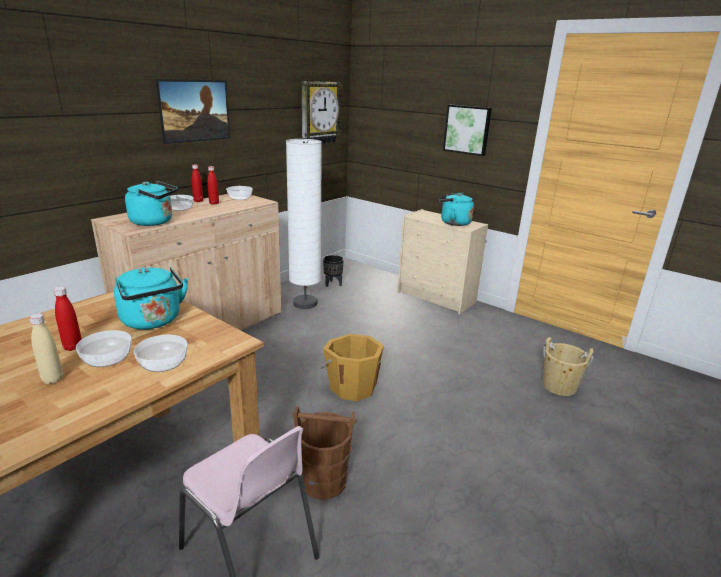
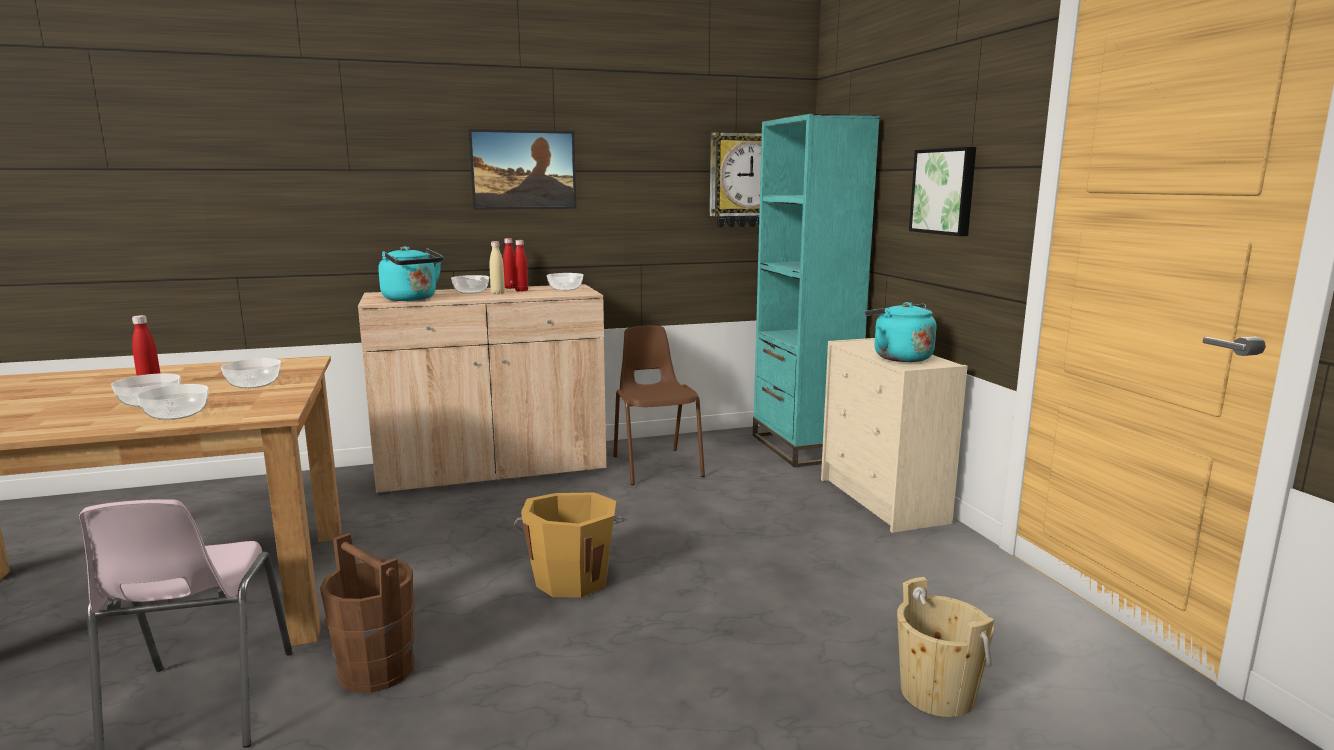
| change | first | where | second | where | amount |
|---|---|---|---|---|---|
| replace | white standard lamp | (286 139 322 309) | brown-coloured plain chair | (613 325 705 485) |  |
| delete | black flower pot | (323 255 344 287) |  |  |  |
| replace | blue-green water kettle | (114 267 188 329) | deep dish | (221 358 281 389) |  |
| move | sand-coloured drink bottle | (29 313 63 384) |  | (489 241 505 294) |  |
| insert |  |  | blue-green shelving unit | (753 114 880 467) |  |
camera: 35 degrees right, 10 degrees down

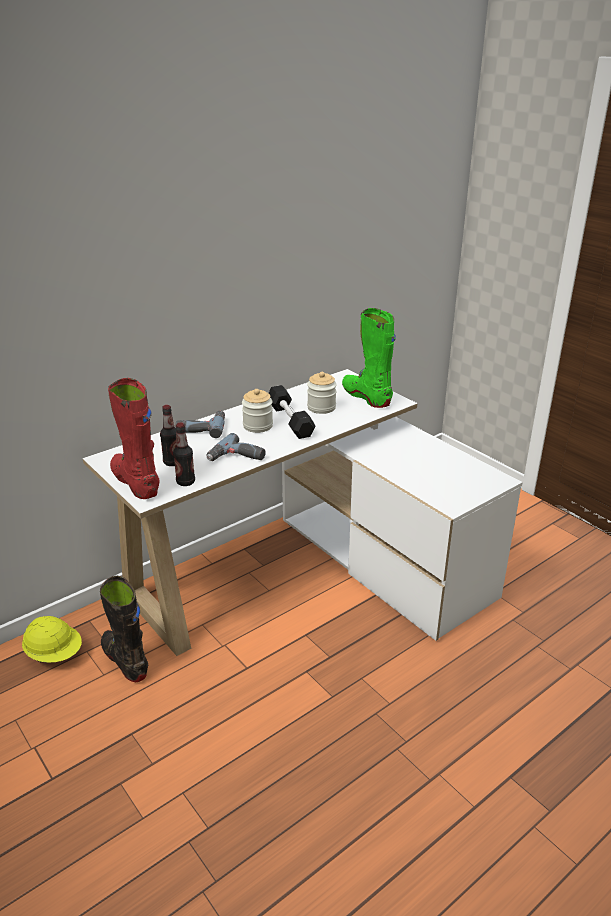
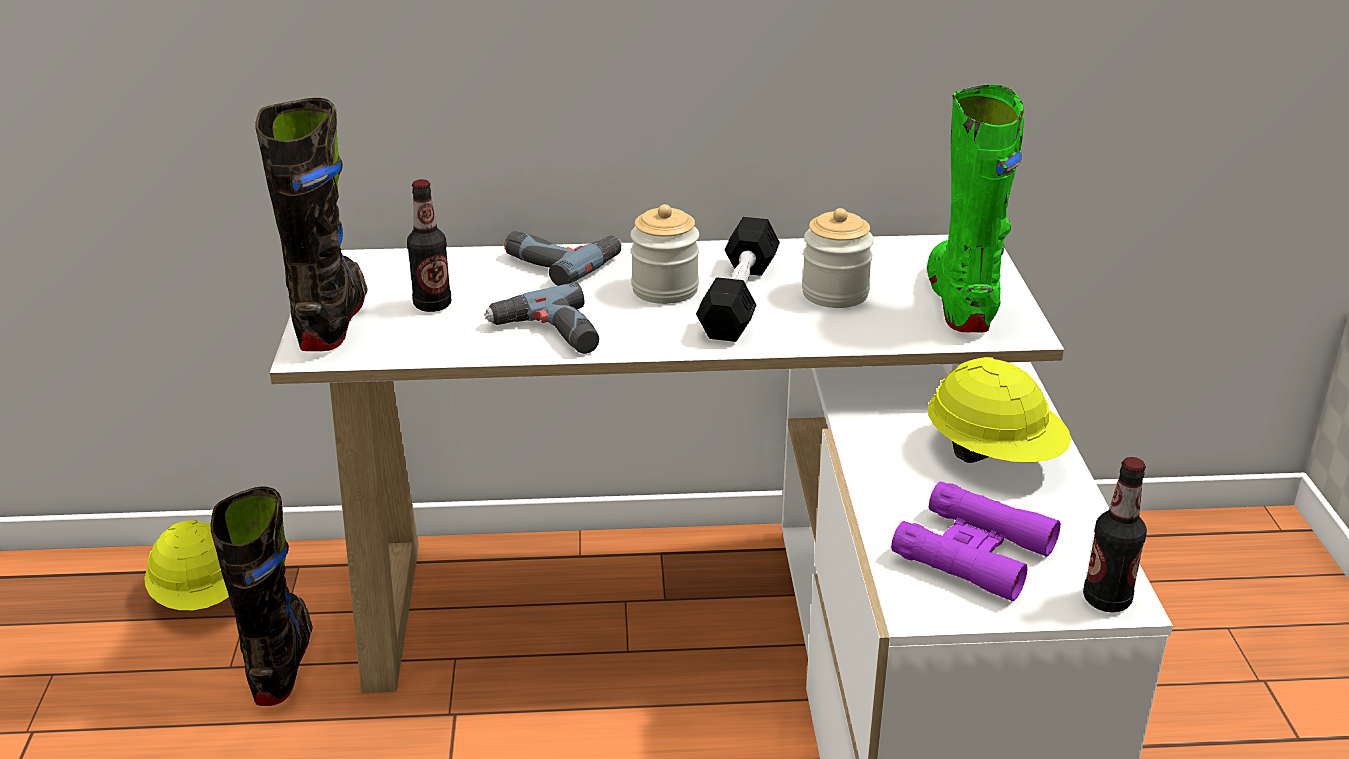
| change | first | where | second | where | amount |
|---|---|---|---|---|---|
| recolor | red tall boot | (108 378 160 499) | black tall boot | (255 98 368 351) |  |
| move | drink bottle | (173 423 195 486) |  | (1083 457 1147 612) |  |
| insert |  |  | yellow safety helmet | (928 357 1071 463) |  |
| insert |  |  | purple-coloured field glasses | (891 481 1061 601) |  |
camera: 35 degrees right, 0 degrees up

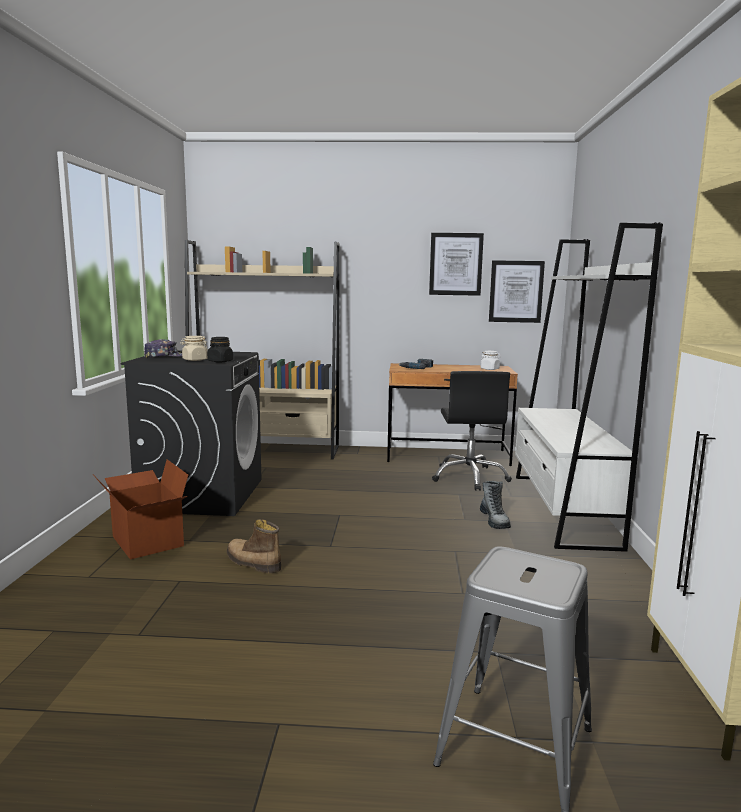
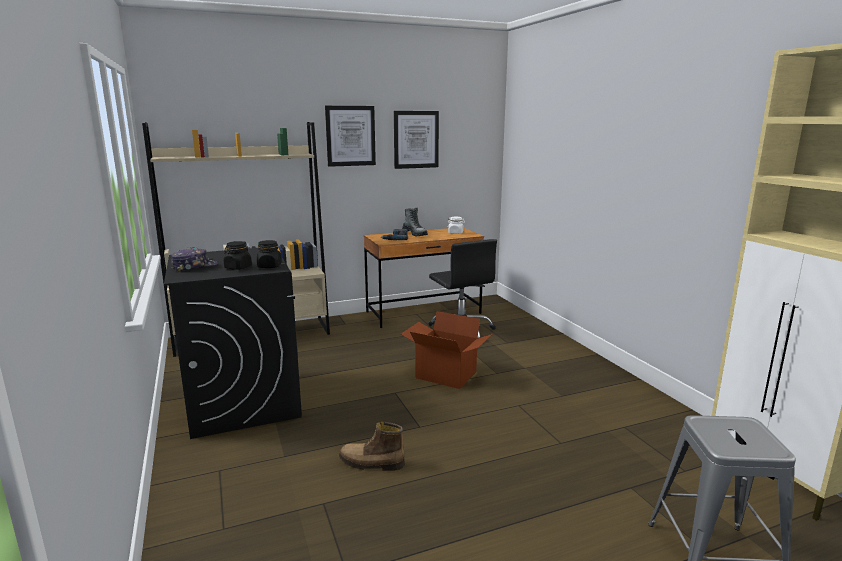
| change | first | where | second | where | amount |
|---|---|---|---|---|---|
| delete | white shelving unit | (515 223 663 552) |  |  |  |
| move | wall art | (489 260 545 323) |  | (325 106 376 167) |  |
| recolor | sand-coloured storage jar | (180 336 208 361) | black storage jar | (223 241 252 270) |  |
| move | carton | (93 459 188 560) |  | (401 311 493 389) |  |
| move | tall boot | (480 481 511 529) |  | (402 208 428 236) |  |
camera: 25 degrees left, 5 degrees up

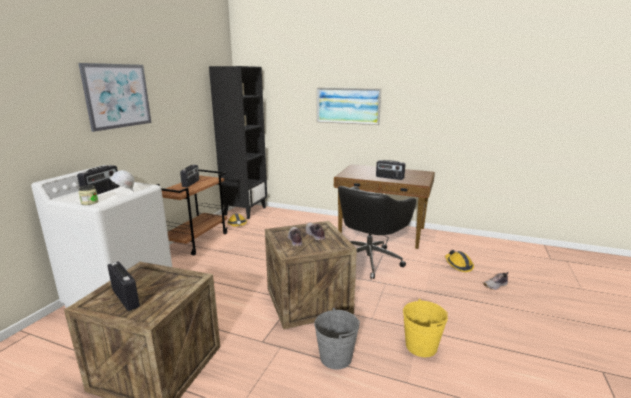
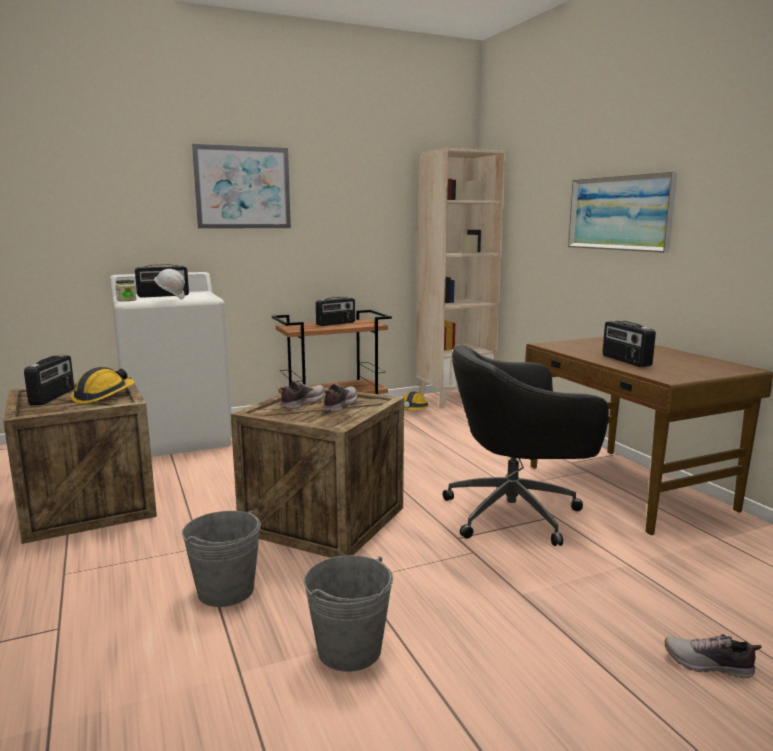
| change | first | where | second | where | amount |
|---|---|---|---|---|---|
| recolor | black shelving unit | (209 66 267 219) | sand-coloured shelving unit | (416 148 506 408) |  |
| move | safety helmet | (445 250 474 272) |  | (71 367 135 404) |  |
| recolor | yellow water bucket | (403 299 448 357) | greyish water bucket | (304 555 393 672) |  |
camera: 45 degrees right, 5 degrees down

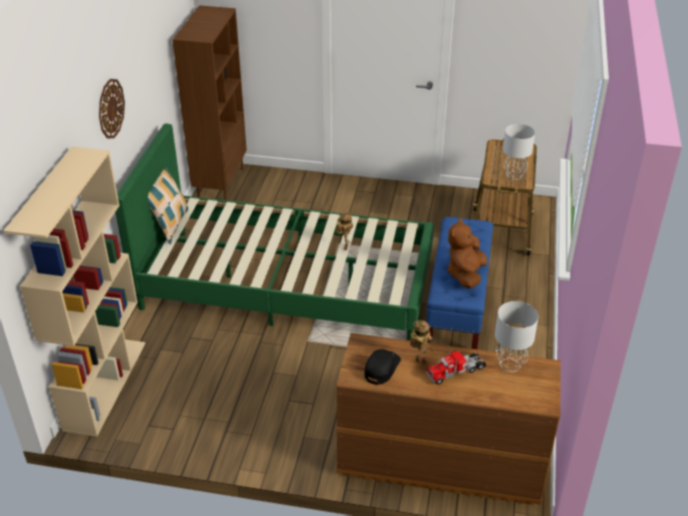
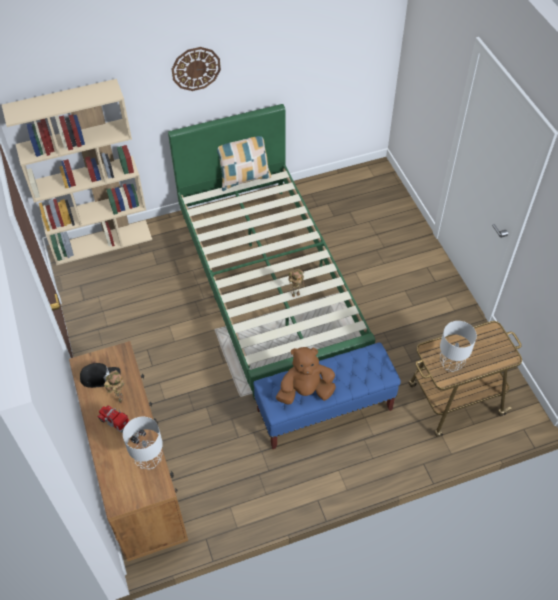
| change | first | where | second | where | amount |
|---|---|---|---|---|---|
| delete | brown-coloured shelving unit | (172 5 247 200) |  |  |  |
camera: 60 degrees right, 15 degrees up

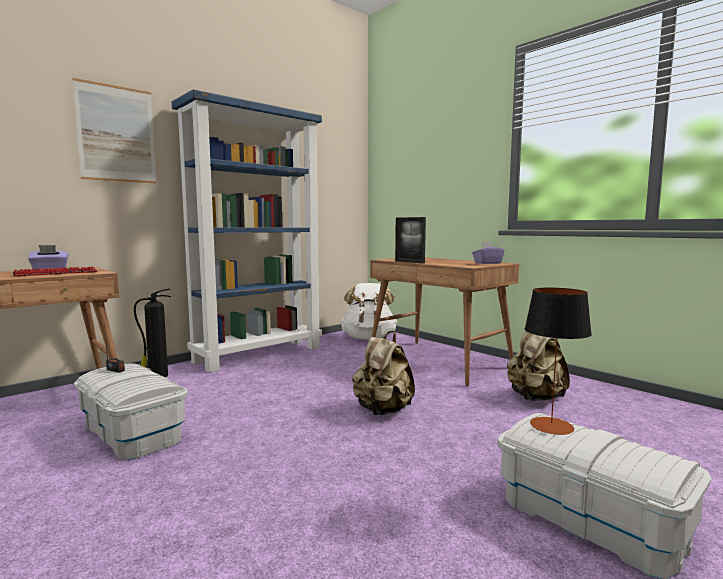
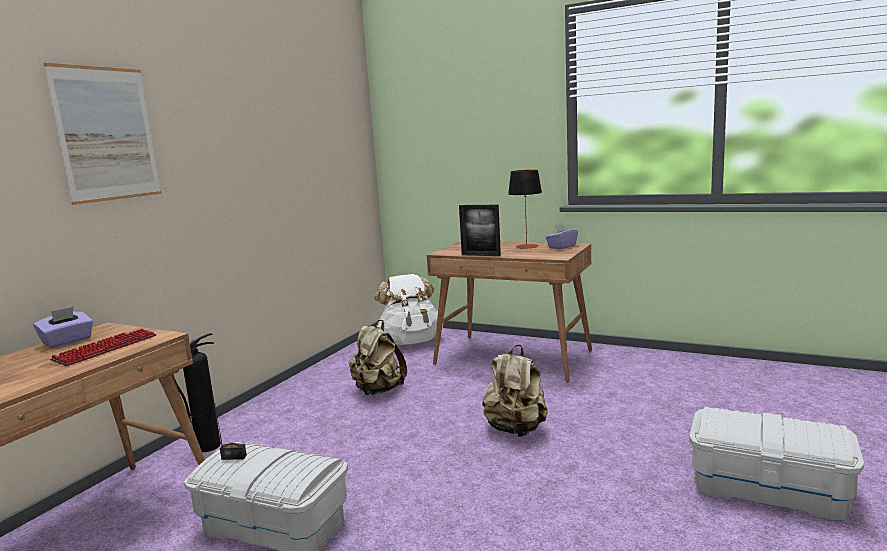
| change | first | where | second | where | amount |
|---|---|---|---|---|---|
| delete | bluish shelving unit | (172 89 322 373) |  |  |  |
| move | lamp for a table | (525 288 592 435) |  | (508 170 542 249) |  |
| move | sand-coloured rucksack | (507 331 570 401) |  | (349 320 407 395) |  |
camera: 20 degrees left, 5 degrees up

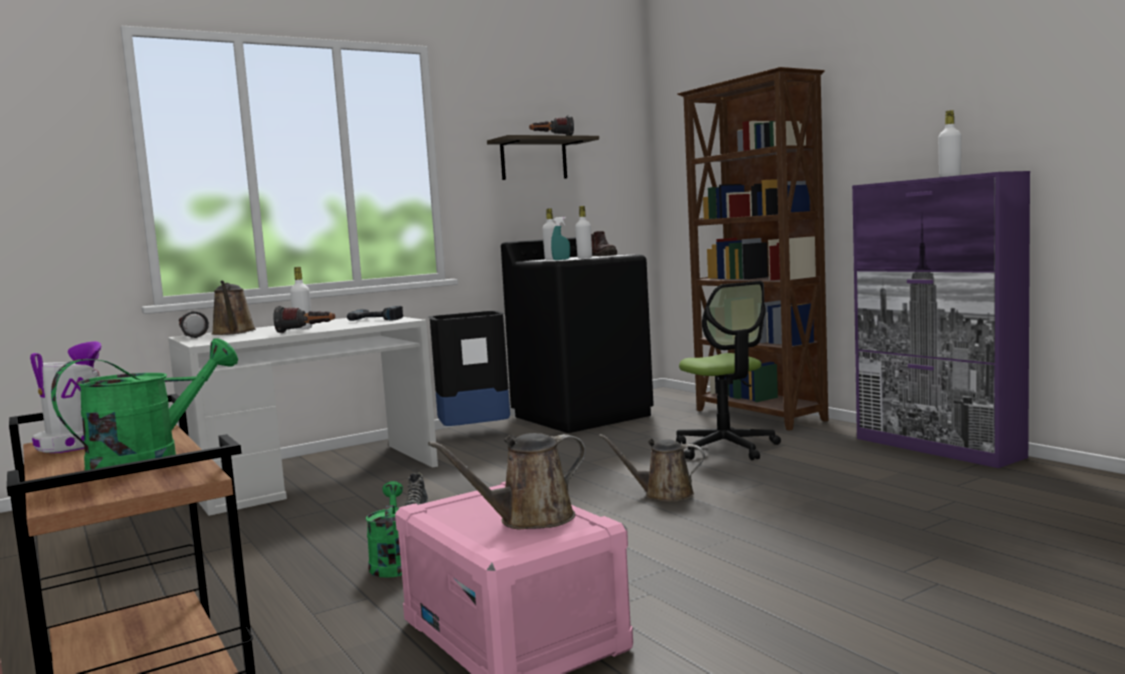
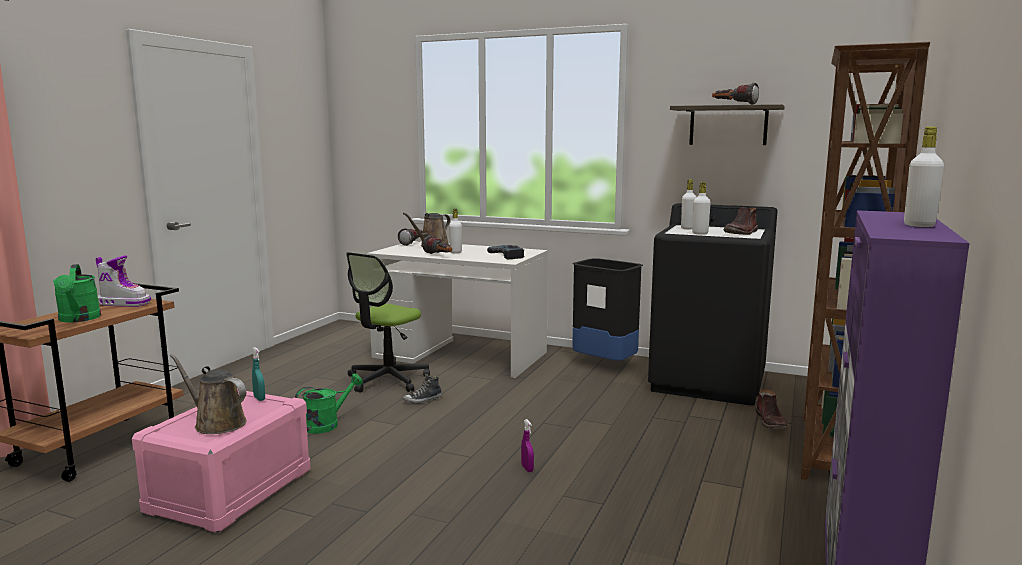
| change | first | where | second | where | amount |
|---|---|---|---|---|---|
| move | blue-green spray bottle | (551 217 570 260) |  | (252 347 265 401) |  |
| move | office chair | (676 281 781 460) |  | (346 252 430 393) |  |
| rotate | green sprinkling can | (51 338 238 471) |  | (53 264 101 322) | 60 degrees clockwise |
| replace | brown-coloured sprinkling can | (599 434 705 502) | purple-coloured spray bottle | (521 419 534 472) |  |
| insert |  |  | brown-coloured tall boot | (756 389 788 430) |  |
camera: 55 degrees right, 5 degrees up

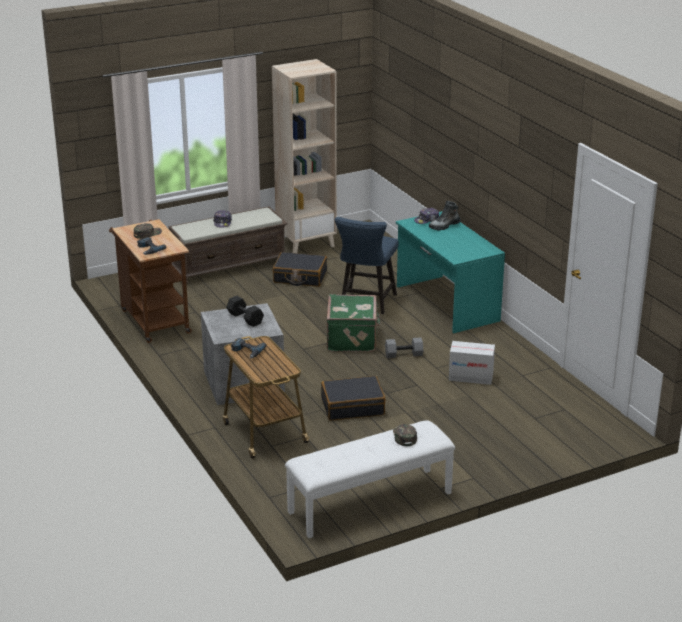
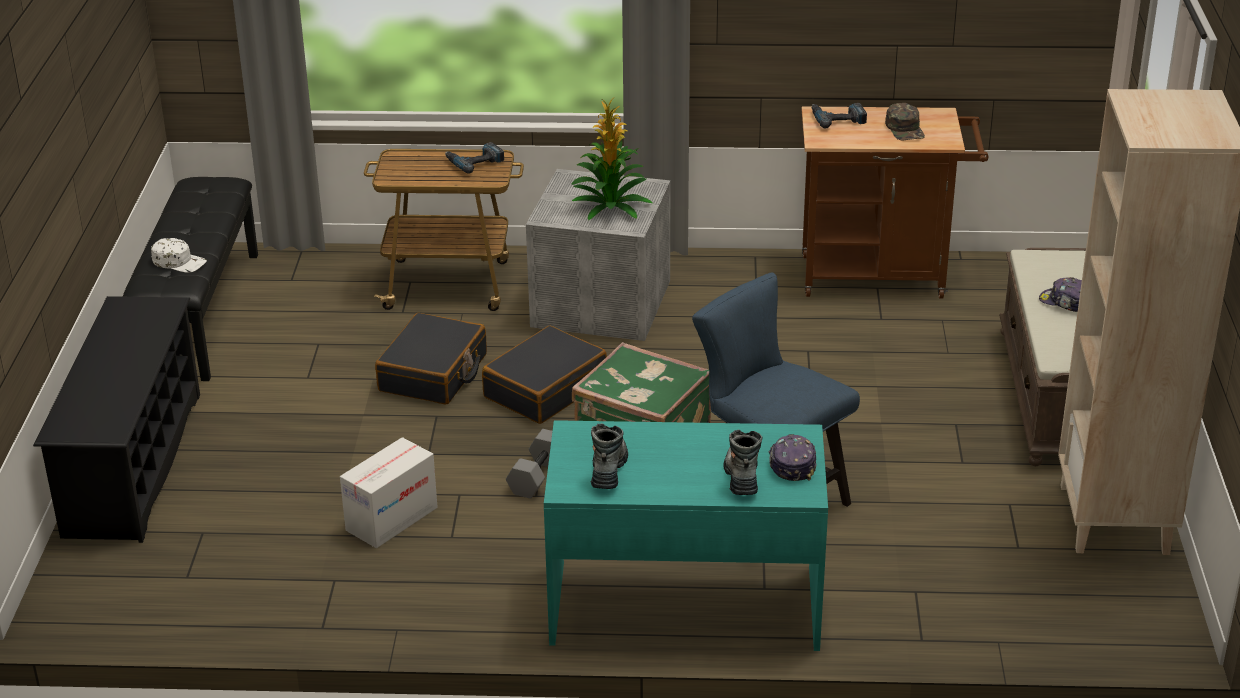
| change | first | where | second | where | amount |
|---|---|---|---|---|---|
| move | black travel case | (273 252 327 287) |  | (482 326 607 424) |  |
| replace | black free weight | (226 296 264 327) | potted plant | (571 98 652 220) |  |
| recolor | white bench | (285 420 455 538) | black bench | (123 177 258 381) |  |
| recolor | green baseball cap | (393 424 417 446) | white baseball cap | (151 238 207 273) |  |
| insert |  |  | black shoe stand | (33 296 200 543) |  |
| insert |  |  | tall boot | (590 423 628 489) |  |
camera: 120 degrees right, 5 degrees up

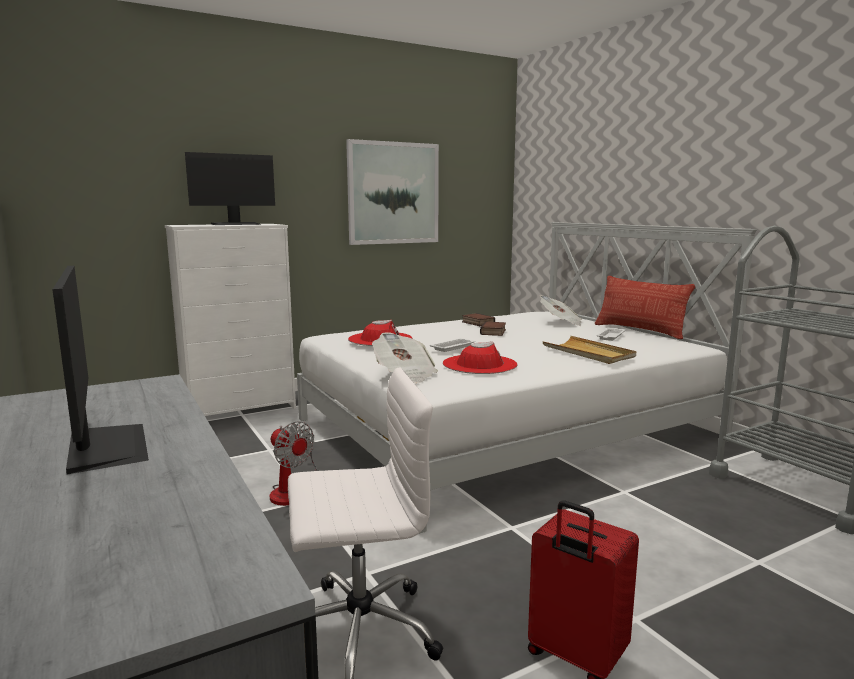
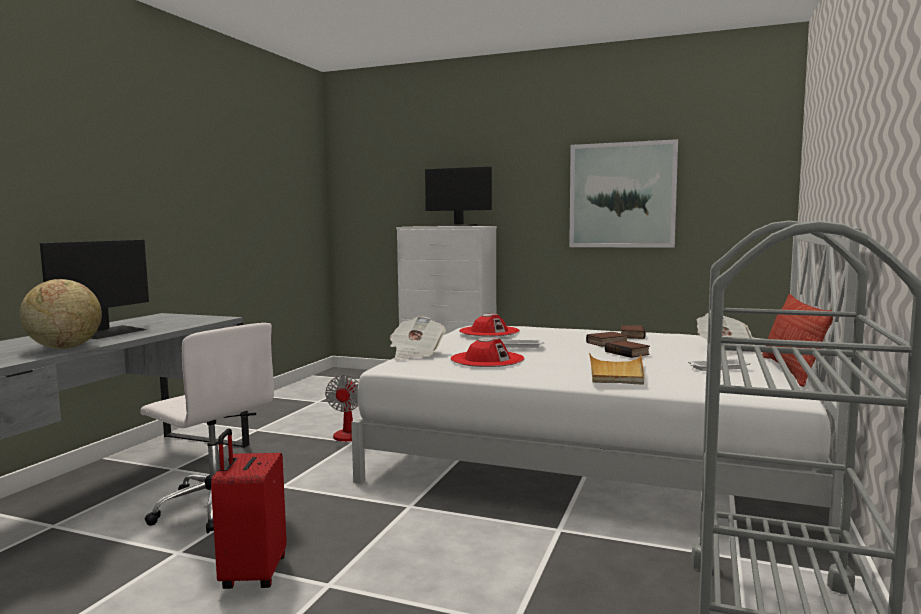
| change | first | where | second | where | amount |
|---|---|---|---|---|---|
| insert |  |  | desk globe | (20 279 102 349) |  |
| insert |  |  | volume | (605 340 650 358) |  |
camera: 50 degrees right, 5 degrees down

